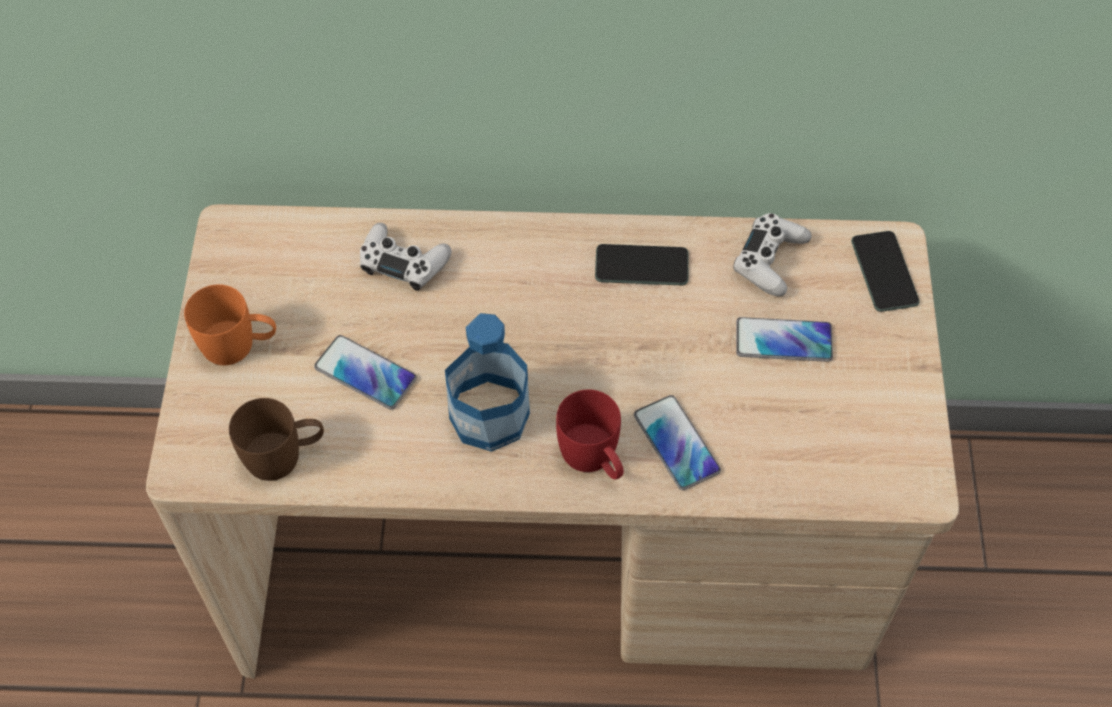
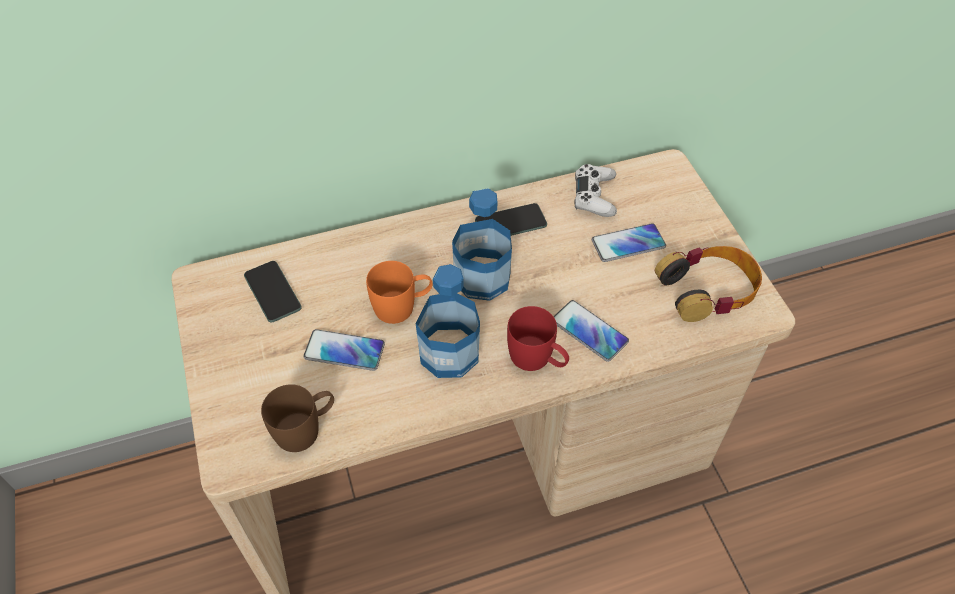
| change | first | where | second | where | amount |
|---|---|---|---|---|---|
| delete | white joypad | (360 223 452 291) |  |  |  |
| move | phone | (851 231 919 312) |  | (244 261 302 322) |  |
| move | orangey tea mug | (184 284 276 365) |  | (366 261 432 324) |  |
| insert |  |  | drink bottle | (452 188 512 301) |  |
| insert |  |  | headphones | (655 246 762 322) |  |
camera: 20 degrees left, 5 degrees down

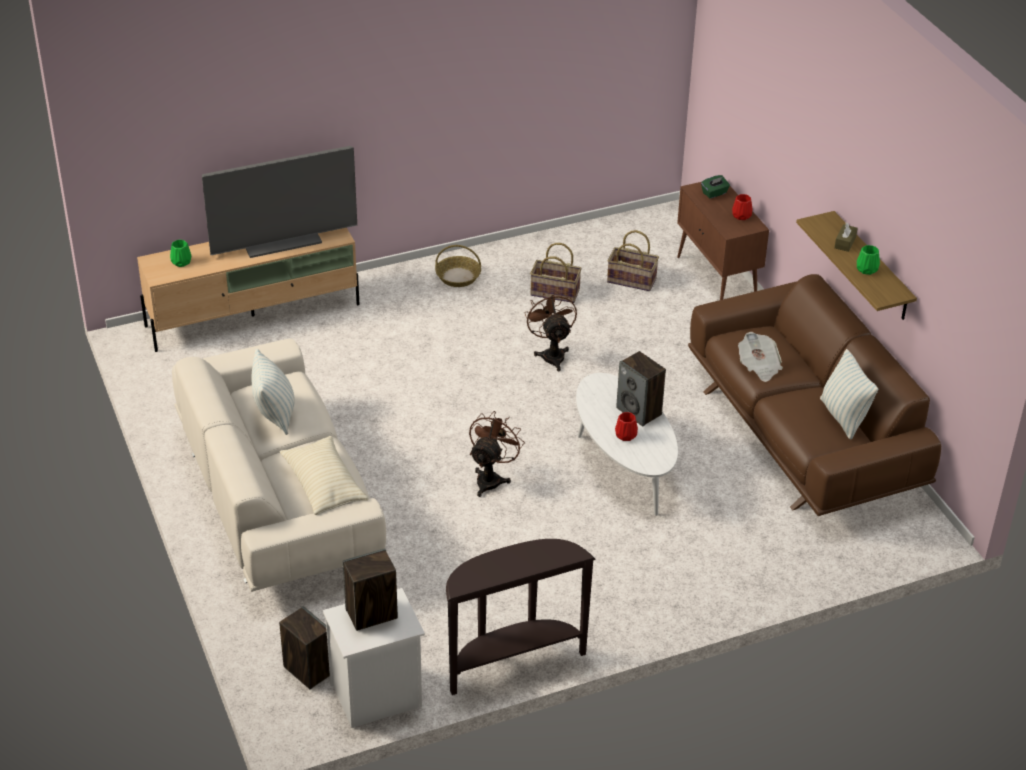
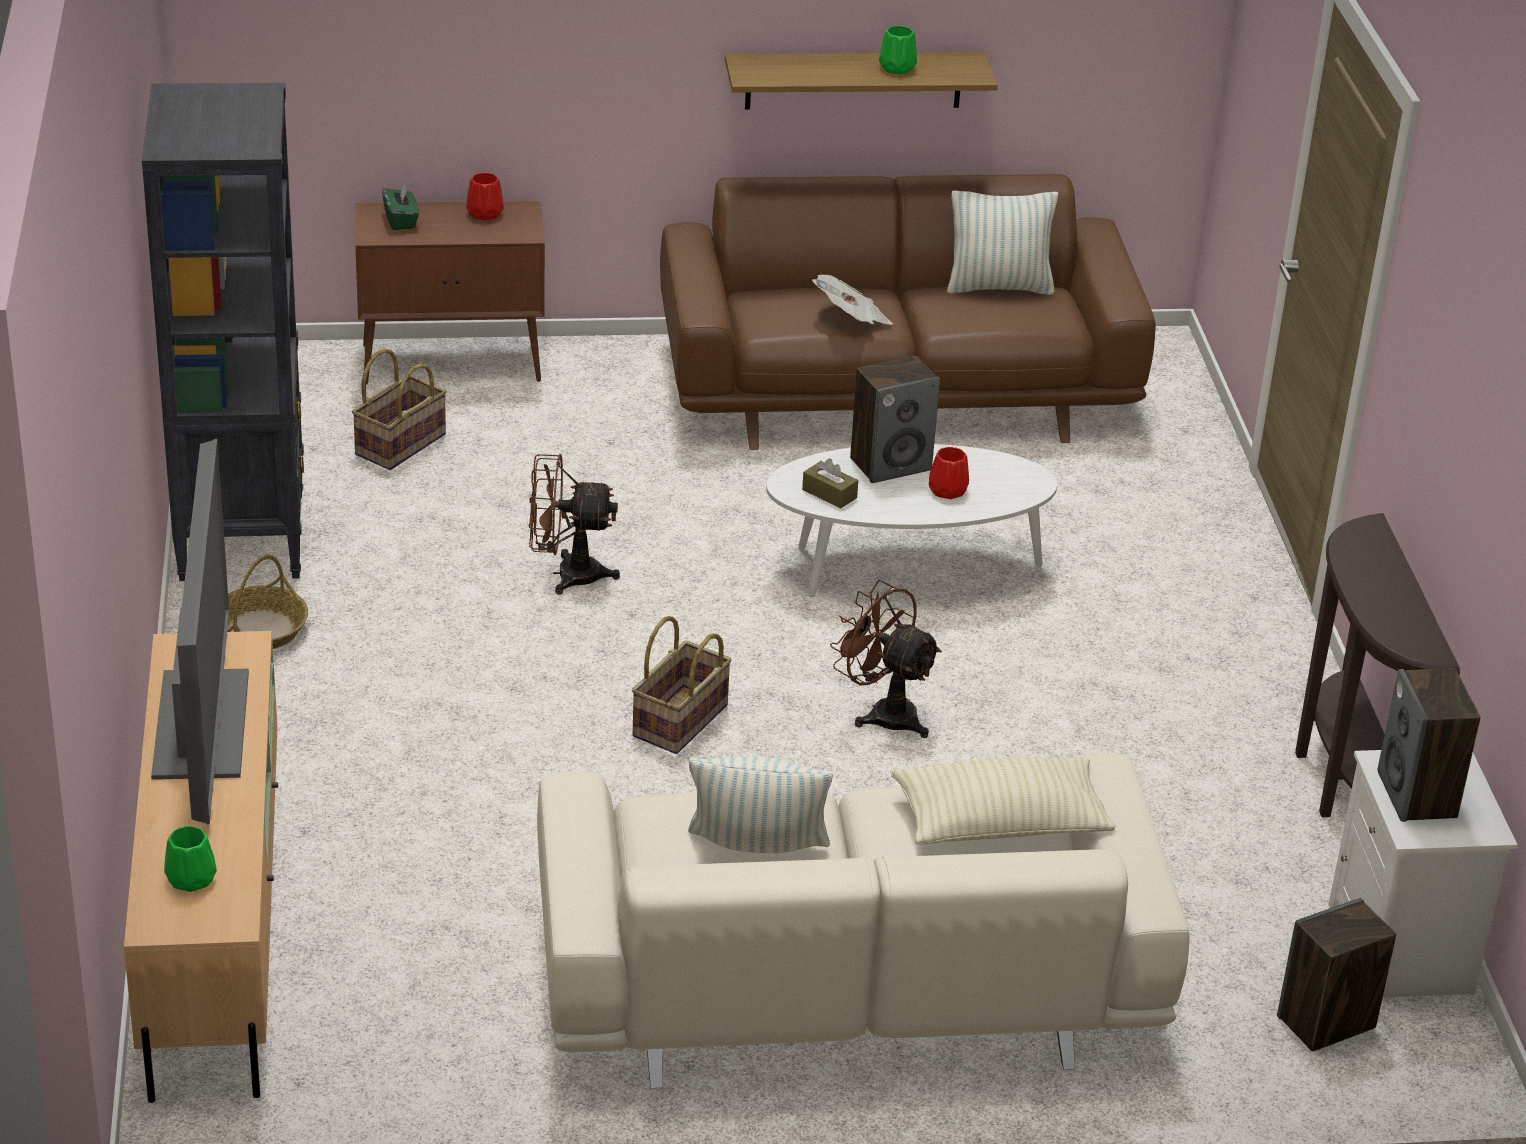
| change | first | where | second | where | amount |
|---|---|---|---|---|---|
| move | brown-coloured box of tissues | (834 223 858 252) |  | (802 458 858 509) |  |
| move | household basket | (530 243 582 303) |  | (632 616 732 754) |  |
| insert |  |  | black shelving unit | (142 83 304 581) |  |
camera: 75 degrees left, 5 degrees down

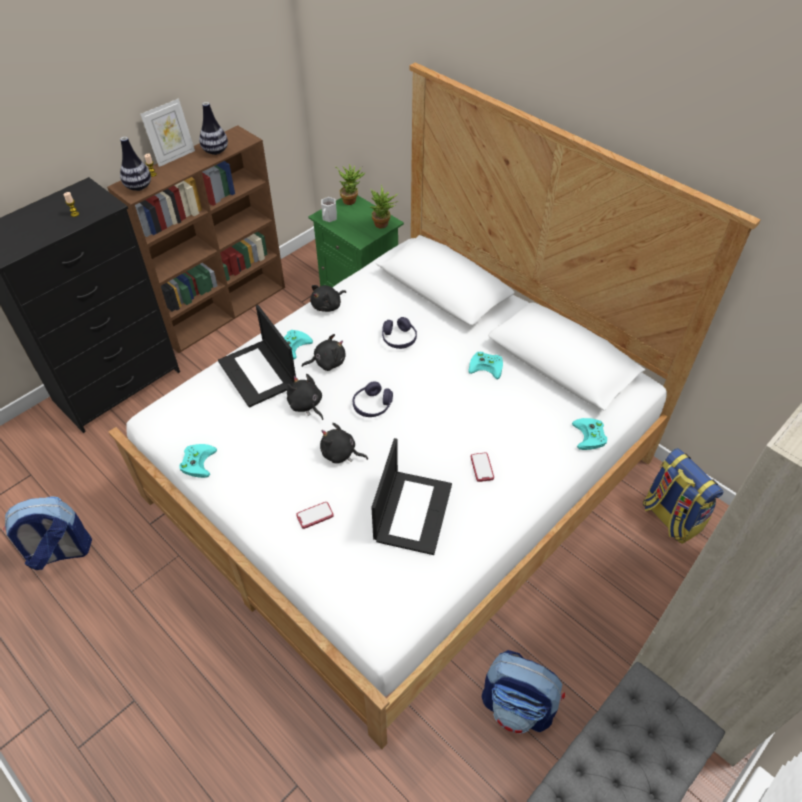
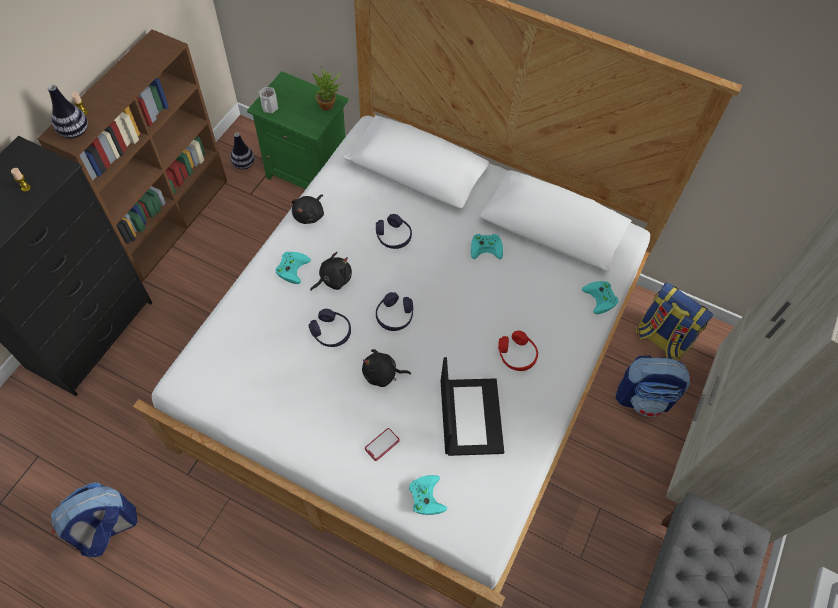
| change | first | where | second | where | amount |
|---|---|---|---|---|---|
| delete | standing frame | (140 98 195 167) |  |  |  |
| move | flower vase | (199 102 228 155) |  | (230 132 255 170) |  |
| delete | potted plant | (335 164 366 205) |  |  |  |
| delete | laptop | (218 305 296 408) |  |  |  |
| replace | black soft toy | (287 374 323 420) | purple-coloured headphones | (308 309 351 347) |  |
| move | blue-green joypad | (179 444 217 478) |  | (409 475 447 515) |  |
| replace | phone | (471 452 494 482) | red headphones | (498 331 538 371) |  |
| move | rucksack | (482 650 565 733) |  | (616 356 691 417) |  |
camera: 20 degrees left, 10 degrees up

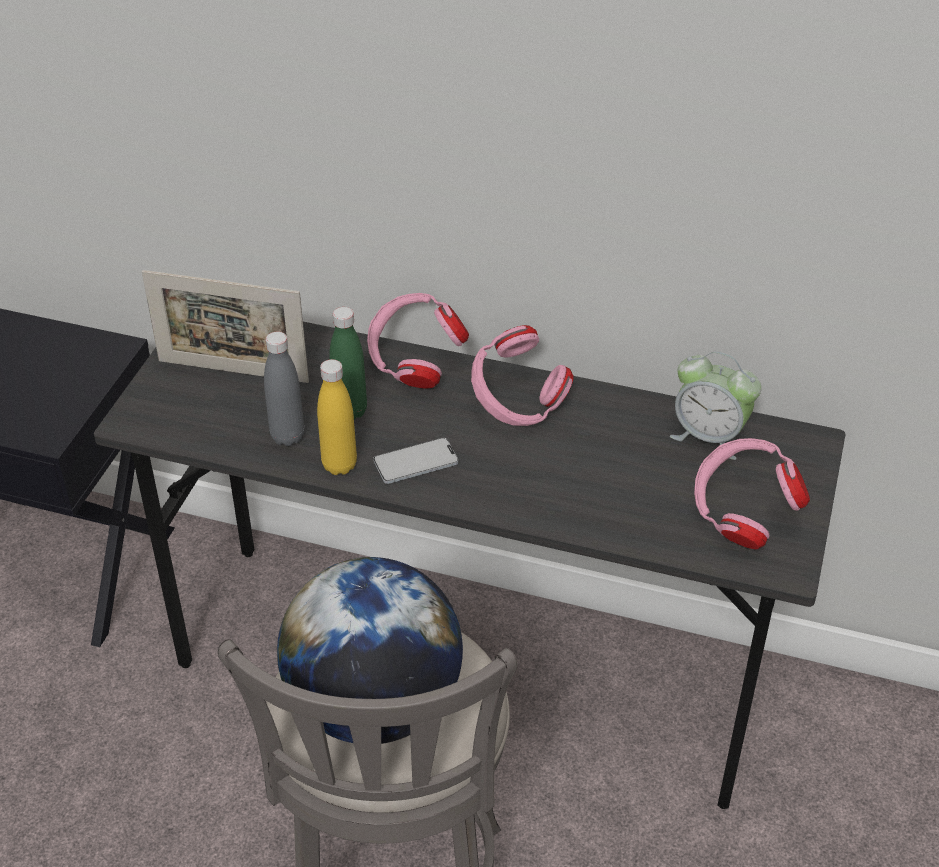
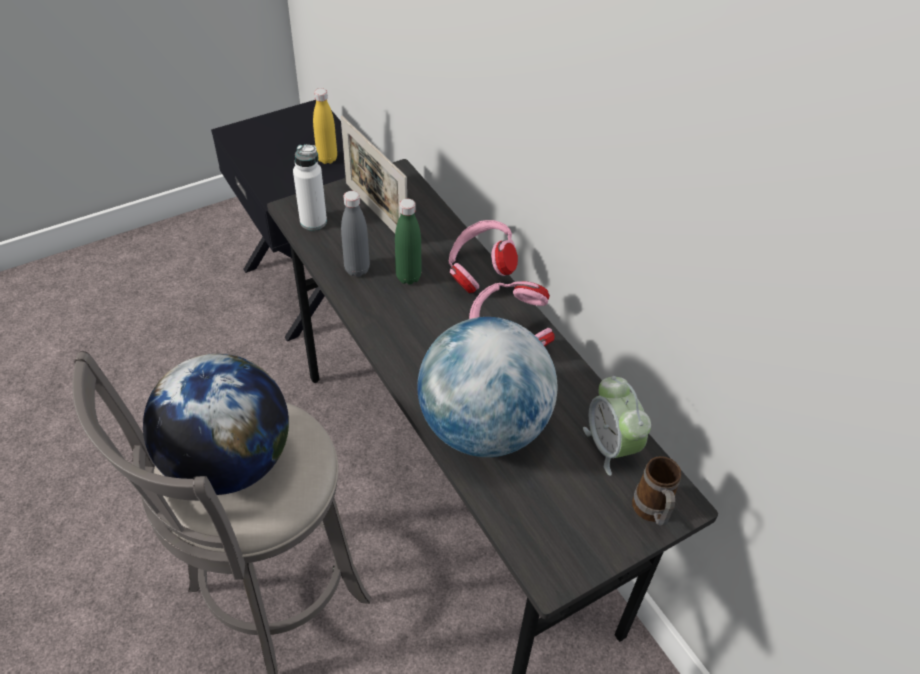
| change | first | where | second | where | amount |
|---|---|---|---|---|---|
| move | yellow drink bottle | (317 359 357 475) |  | (313 88 337 164) |  |
| delete | phone | (373 438 458 484) |  |  |  |
| delete | pink headphones | (694 438 810 549) |  |  |  |
| insert |  |  | white drink bottle | (293 144 327 230) |  |
| insert |  |  | desk globe | (417 317 557 457) |  |
| insert |  |  | tea mug | (632 456 681 526) |  |
camera: 40 degrees right, 5 degrees up

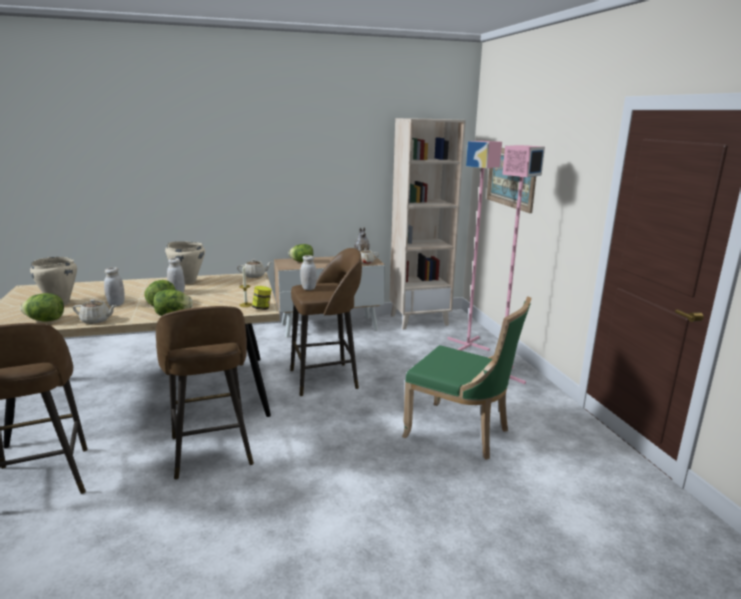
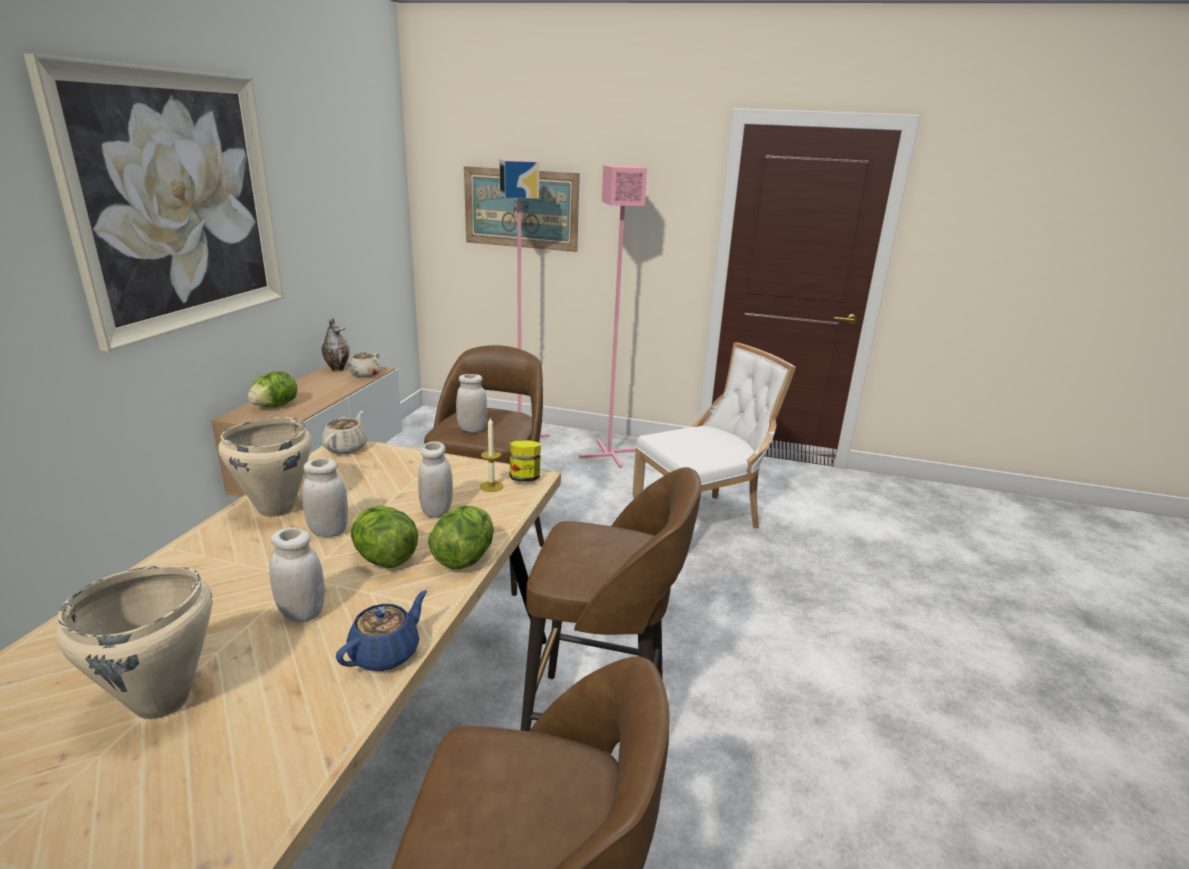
| change | first | where | second | where | amount |
|---|---|---|---|---|---|
| delete | sand-coloured shelving unit | (390 118 466 330) |  |  |  |
| delete | lettuce head | (20 293 64 322) |  |  |  |
| recolor | green plain chair | (402 296 532 460) | white plain chair | (633 342 796 556) |  |
| recolor | sand-coloured tea pot | (73 299 117 324) | bluish tea pot | (336 590 427 671) |  |
| insert |  |  | wall art | (24 54 284 352) |  |
| insert |  |  | white storage jar | (418 441 453 518) |  |
camera: 60 degrees left, 5 degrees up

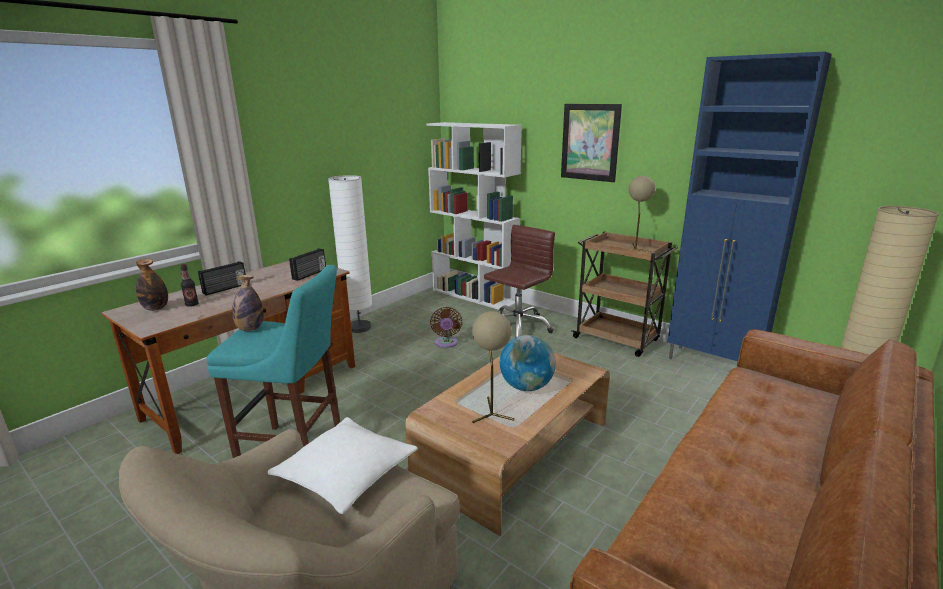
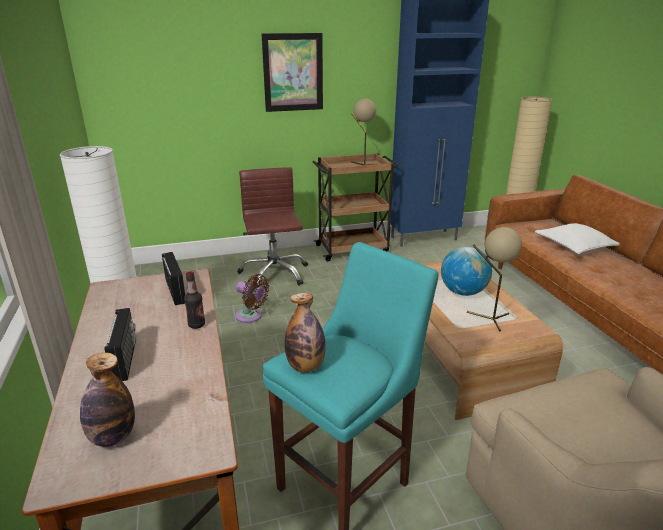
| change | first | where | second | where | amount |
|---|---|---|---|---|---|
| delete | white shelving unit | (426 122 522 311) |  |  |  |
| move | drink bottle | (181 264 199 307) |  | (184 272 205 329) |  |
| move | white cushion | (267 417 417 514) |  | (535 223 620 254) |  |
camera: 55 degrees left, 5 degrees up

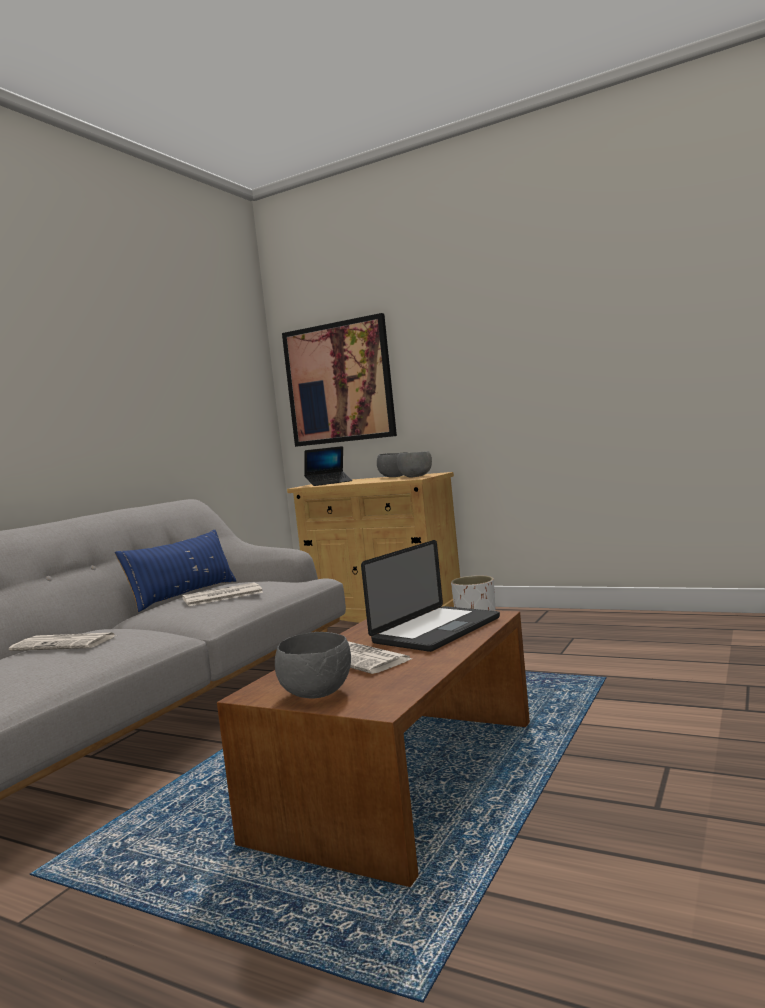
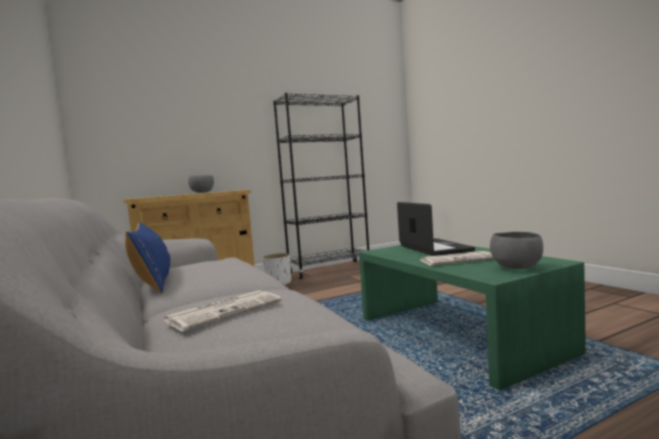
| change | first | where | second | where | amount |
|---|---|---|---|---|---|
| delete | wall art | (282 313 397 447) |  |  |  |
| delete | laptop | (304 446 352 486) |  |  |  |
| delete | greyish deep dish | (397 451 432 478) |  |  |  |
| delete | daily paper | (182 582 263 606) |  |  |  |
| recolor | brown-coloured lounge table | (217 610 530 887) | green lounge table | (359 245 586 391) |  |
| insert |  |  | black shelving unit | (273 93 369 279) |  |
camera: 55 degrees left, 0 degrees up

